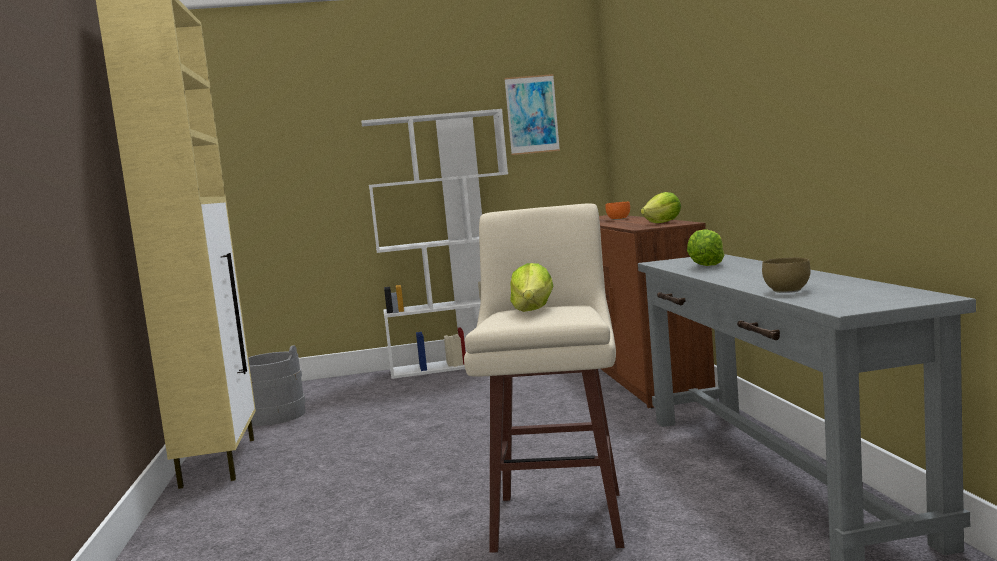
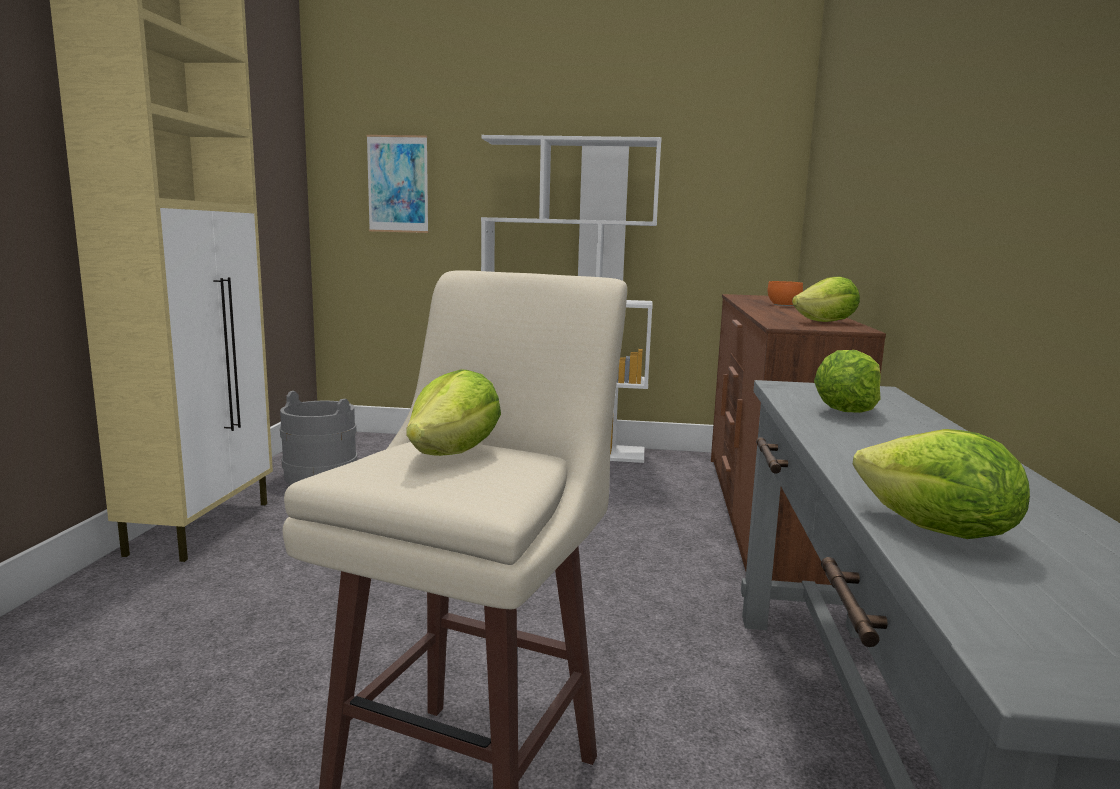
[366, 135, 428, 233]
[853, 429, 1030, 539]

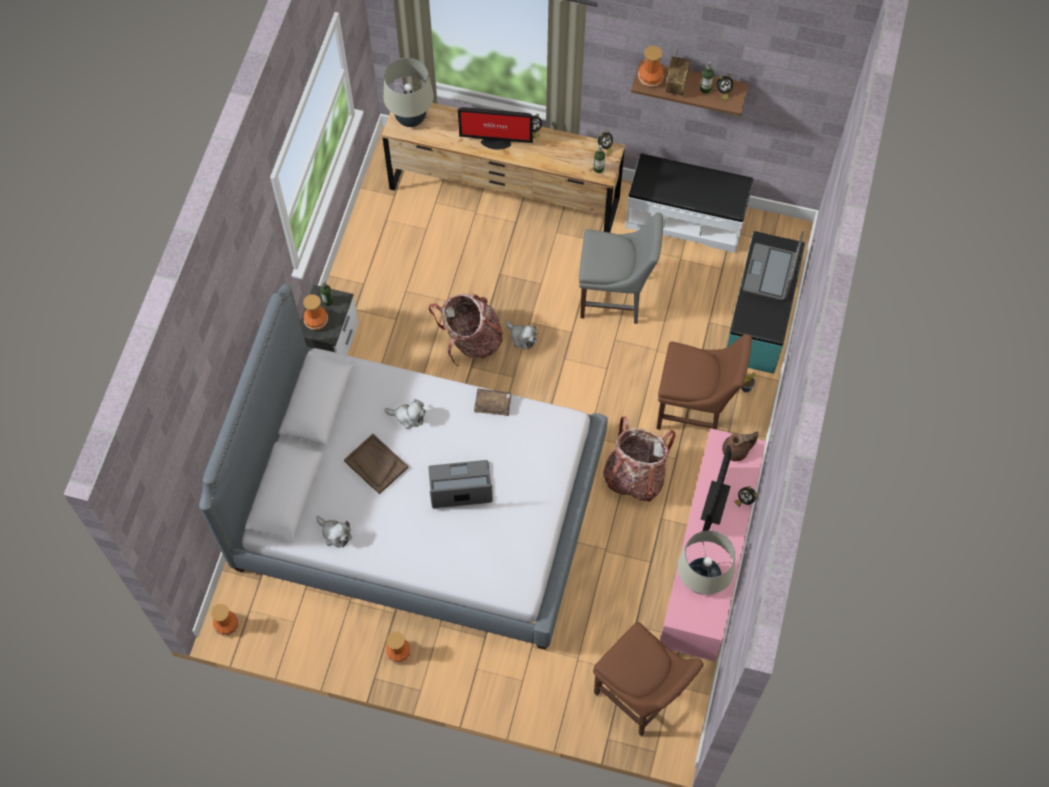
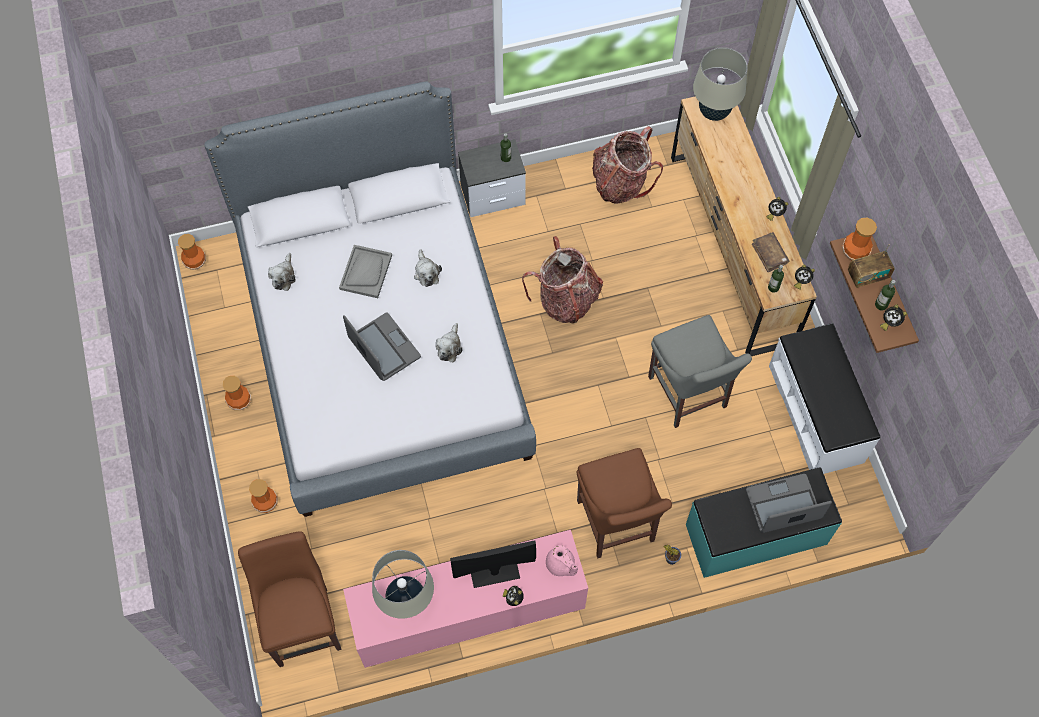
[458, 107, 533, 150] (first image)
[249, 479, 278, 513]
[435, 323, 463, 362]
[752, 233, 789, 272]
[592, 126, 663, 204]
[546, 545, 578, 576]
[339, 245, 392, 298]
[238, 531, 342, 667]

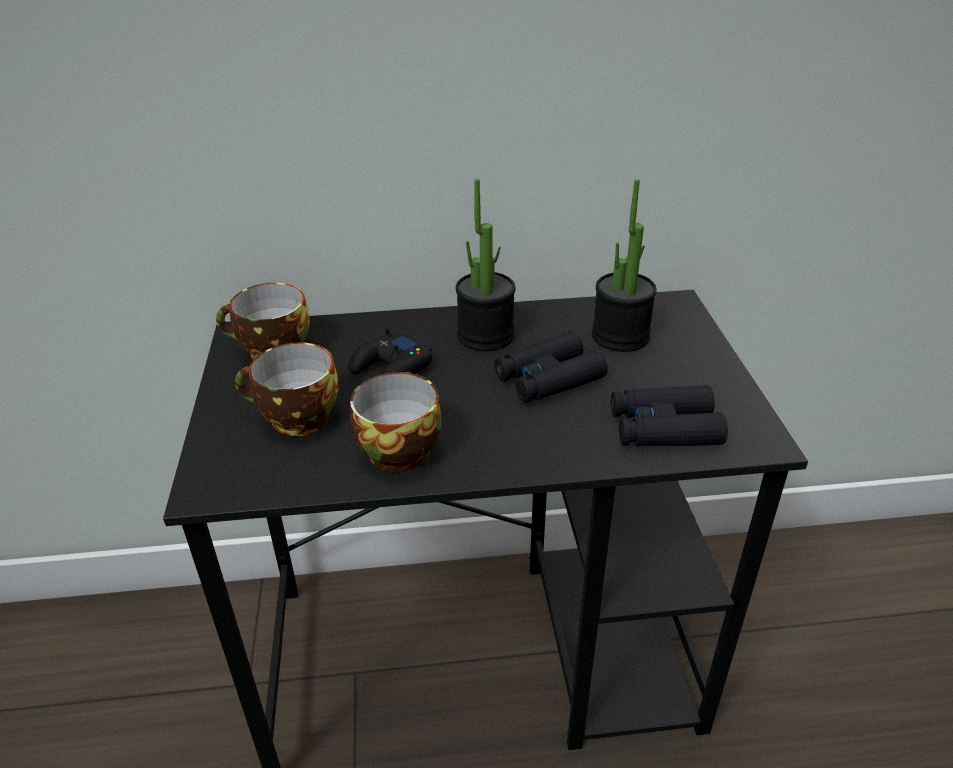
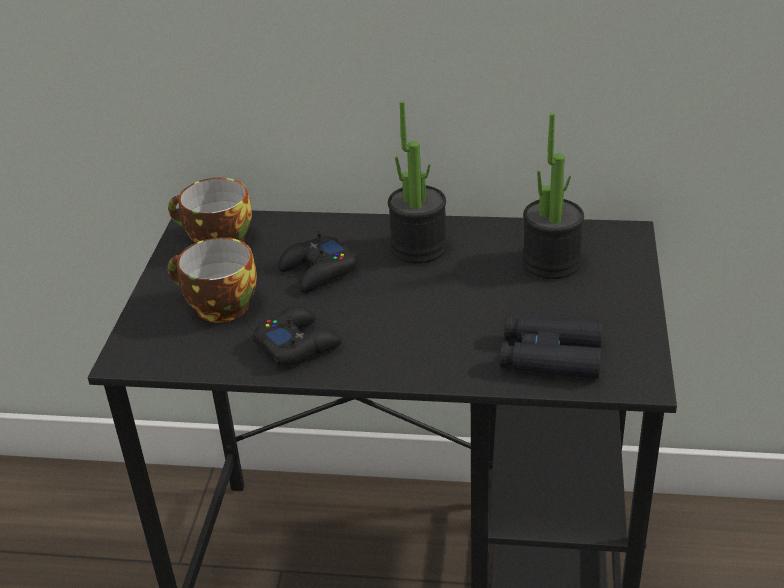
[494, 331, 607, 403] (first image)
[253, 306, 342, 366]

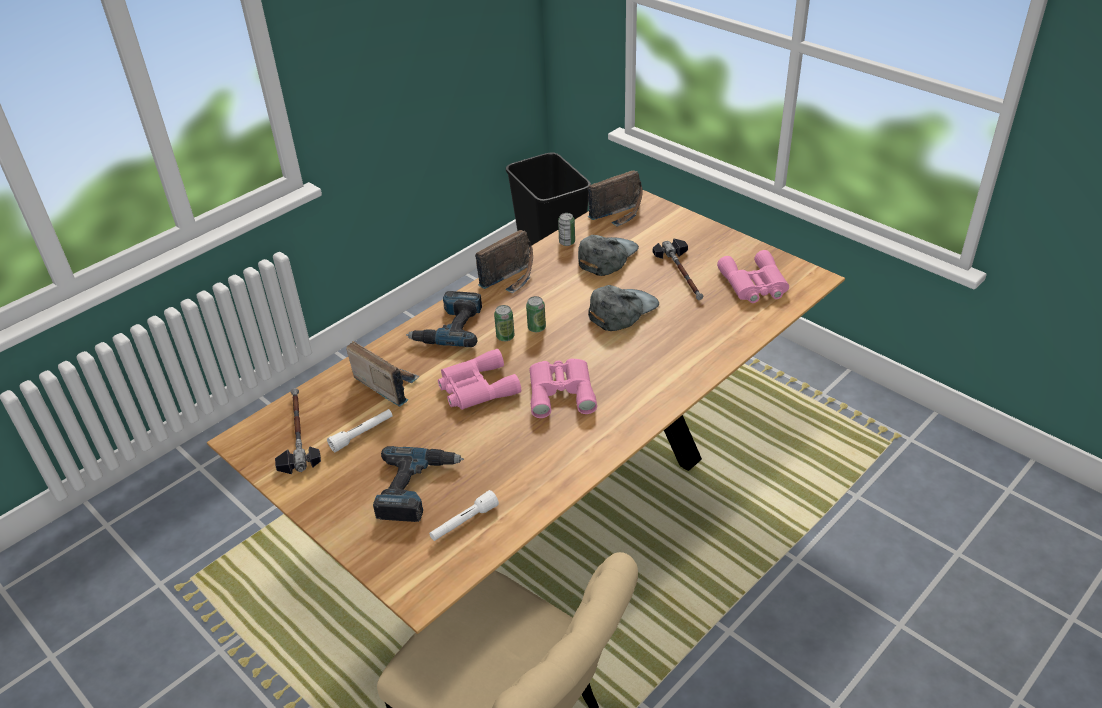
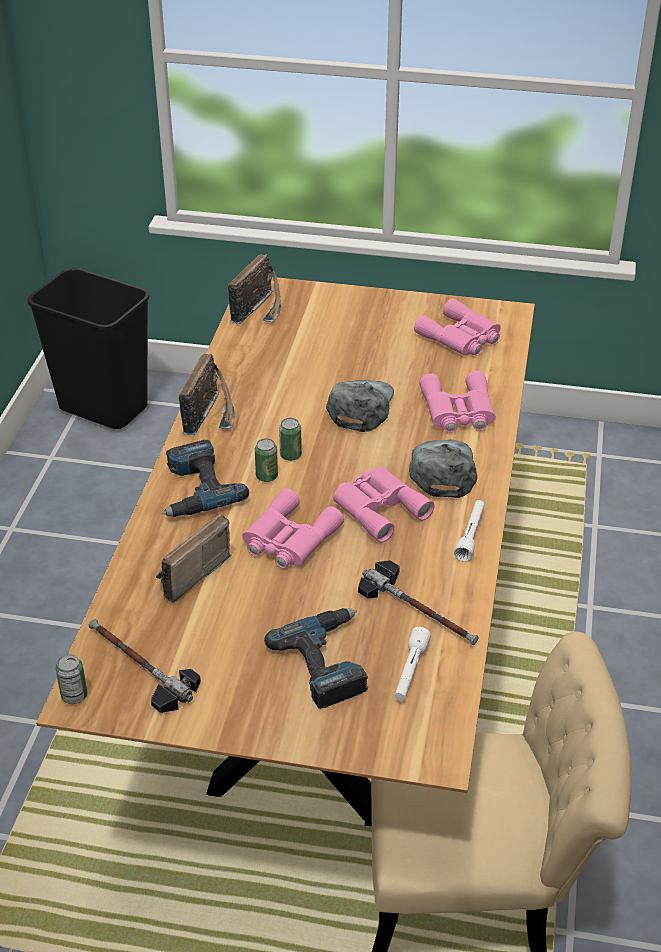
[56, 654, 87, 704]
[409, 440, 477, 498]
[358, 560, 479, 645]
[156, 514, 232, 603]
[454, 500, 485, 562]
[419, 371, 496, 433]

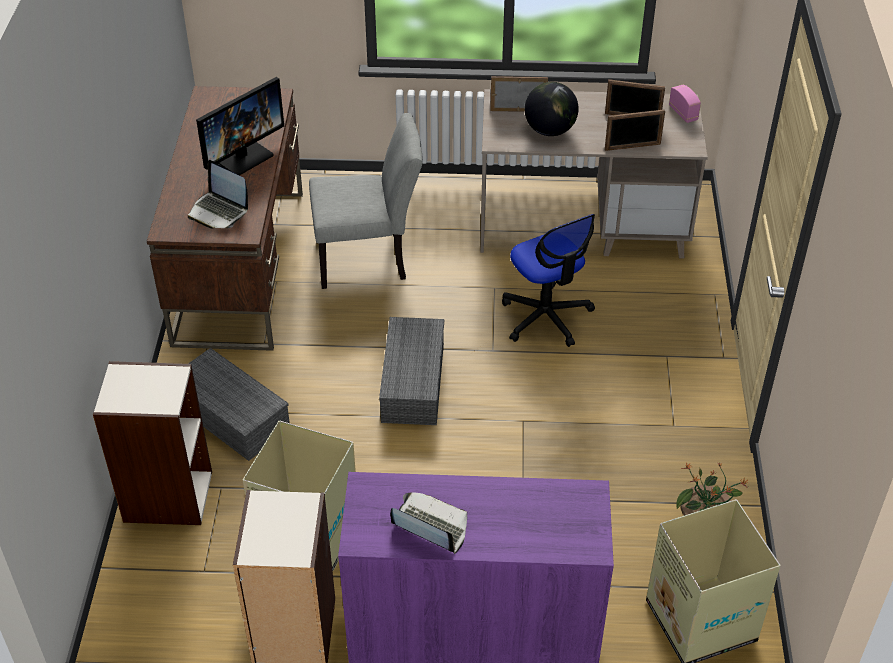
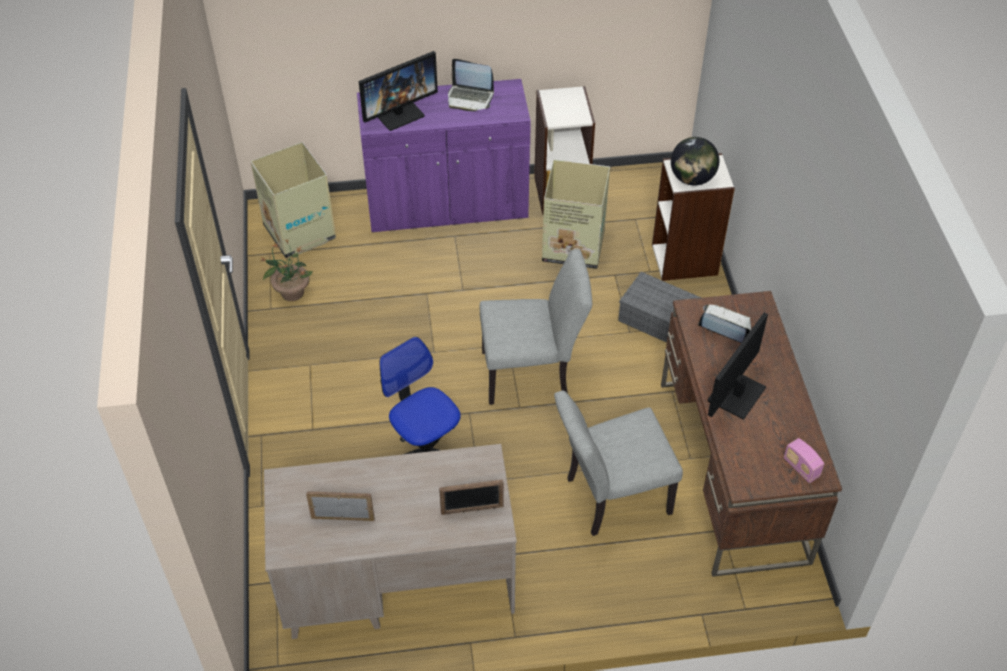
[671, 137, 719, 186]
[784, 438, 824, 483]
[605, 109, 665, 151] (first image)
[480, 249, 592, 405]
[359, 51, 438, 131]

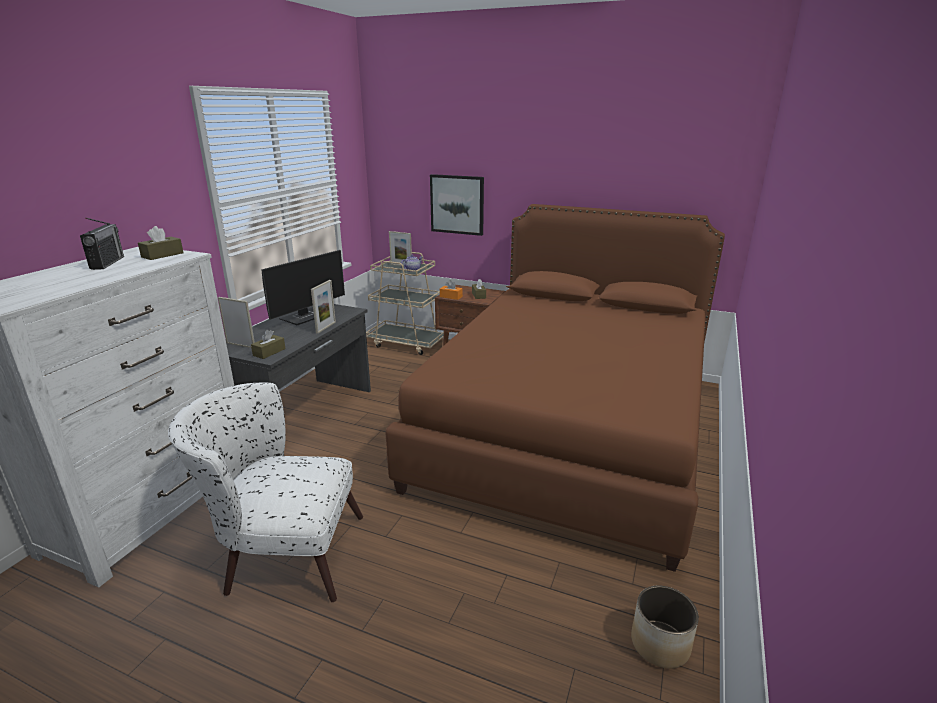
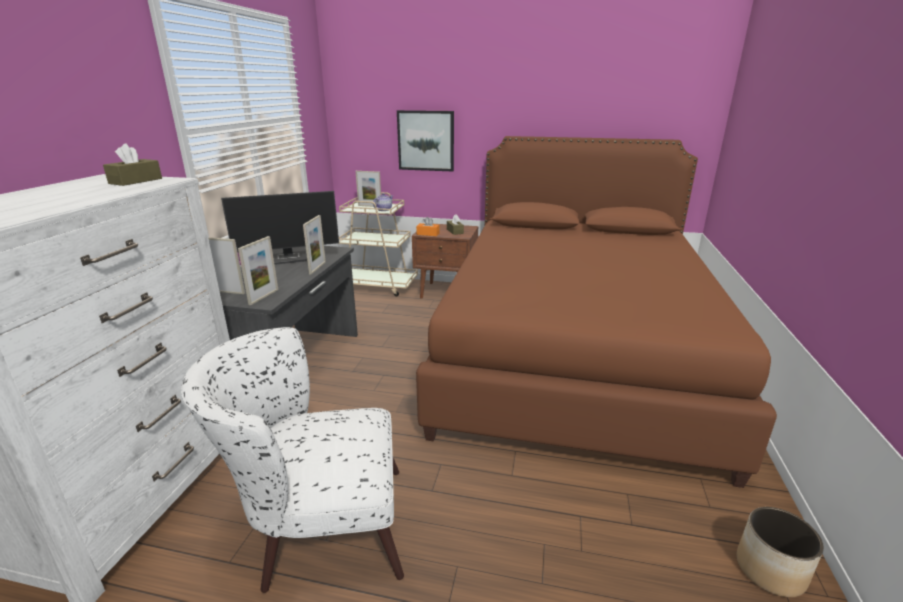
[80, 218, 124, 270] (first image)
[221, 191, 339, 265]
[238, 236, 278, 305]

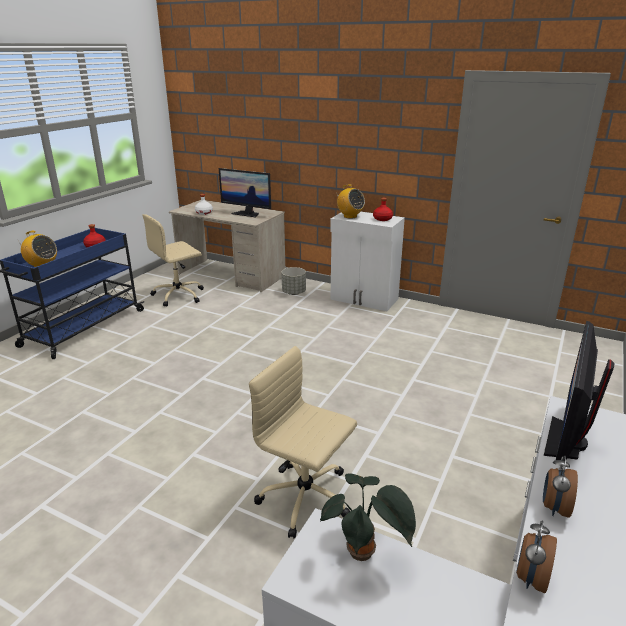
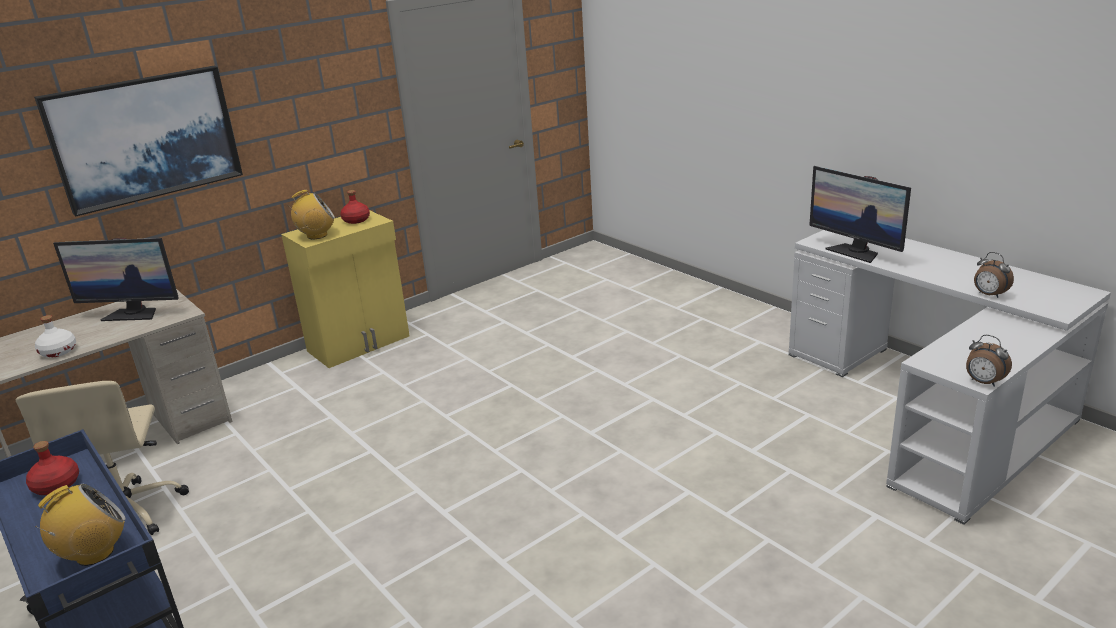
[53, 238, 179, 321]
[281, 210, 410, 368]
[282, 267, 306, 295] (first image)
[249, 346, 357, 538] (first image)
[966, 335, 1012, 387]
[320, 473, 416, 561] (first image)
[34, 66, 243, 217]

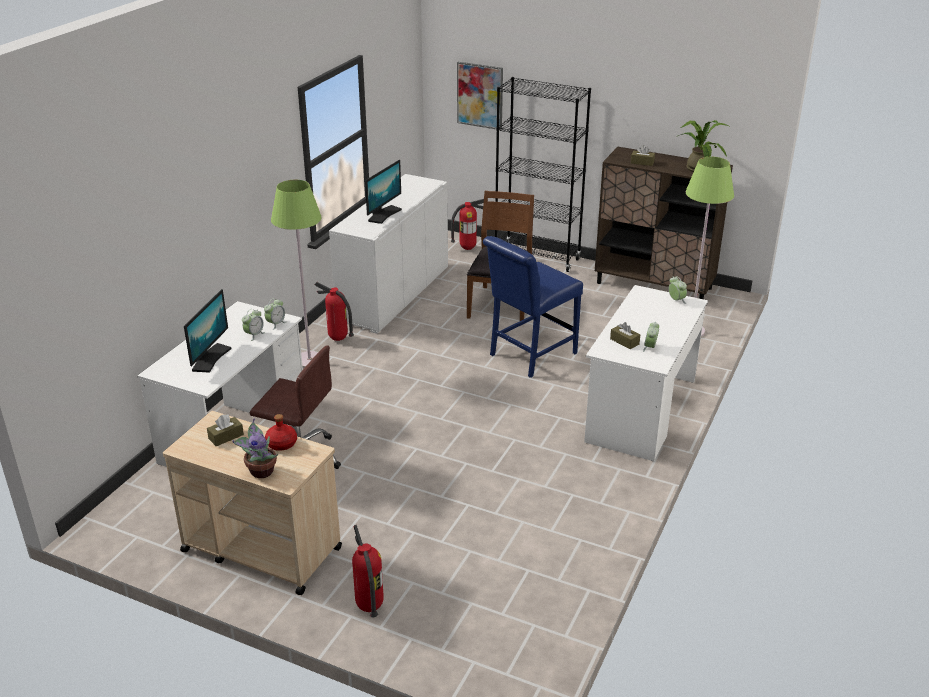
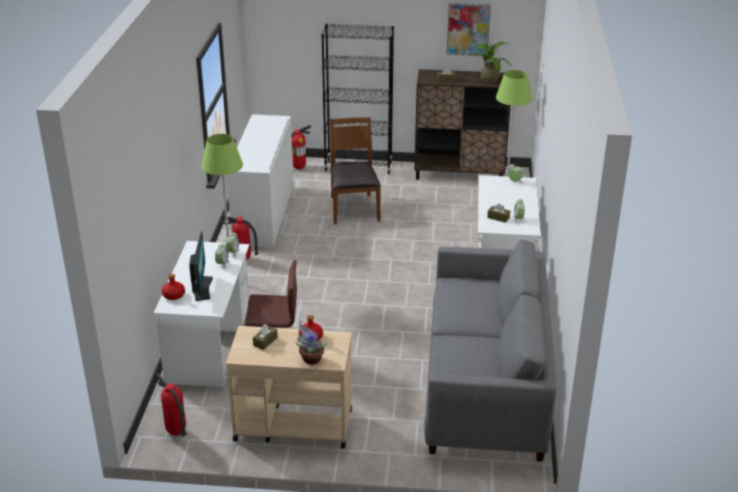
[446, 3, 491, 56]
[365, 160, 402, 224] (first image)
[483, 236, 583, 378] (first image)
[156, 373, 187, 436]
[424, 240, 557, 462]
[162, 274, 185, 300]

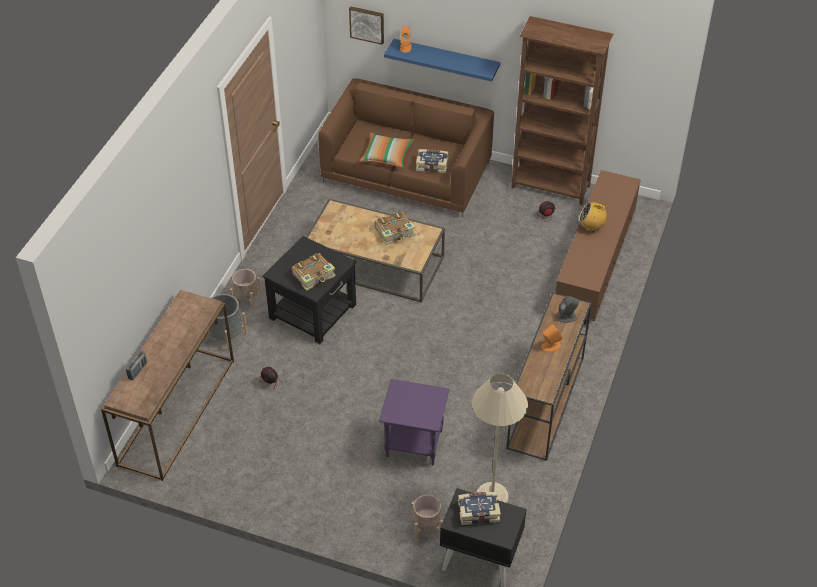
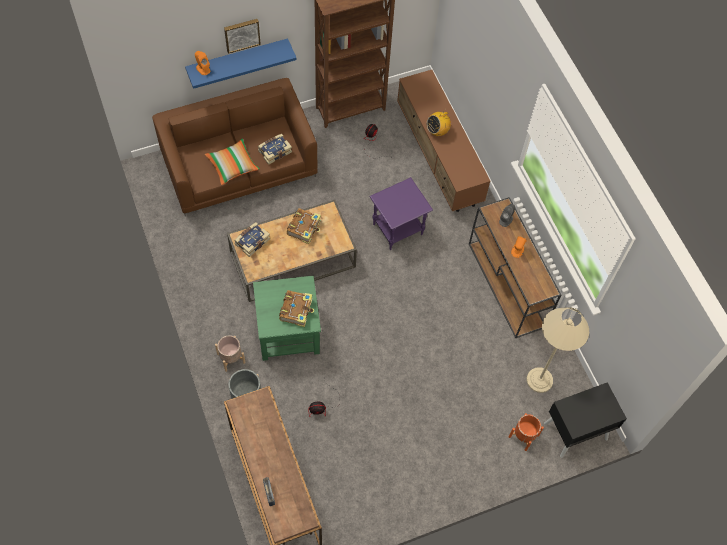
[224, 19, 261, 54]
[253, 276, 321, 361]
[370, 177, 433, 250]
[234, 222, 270, 257]
[509, 413, 544, 451]

